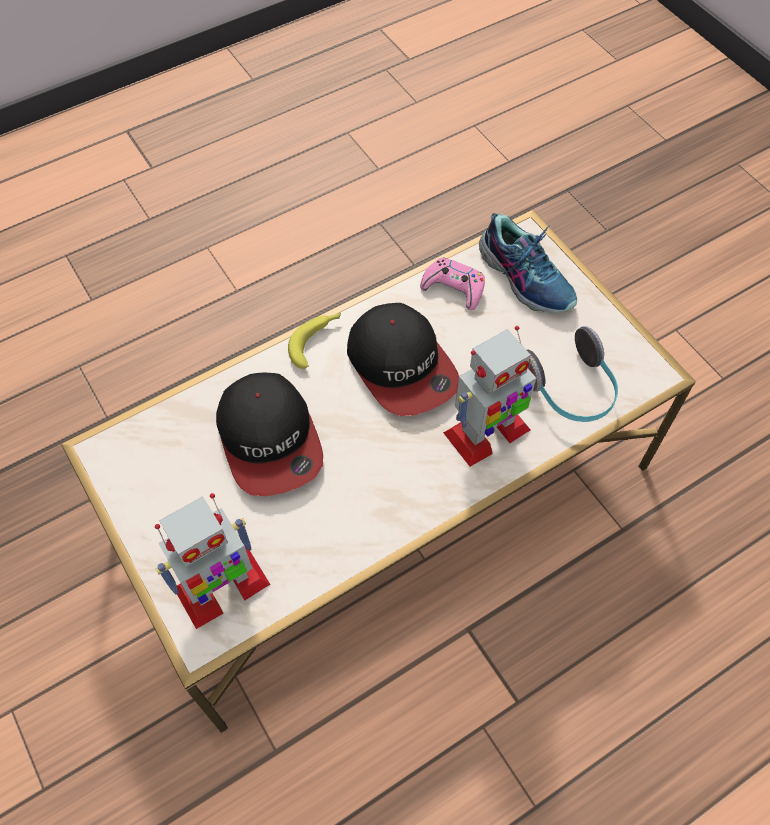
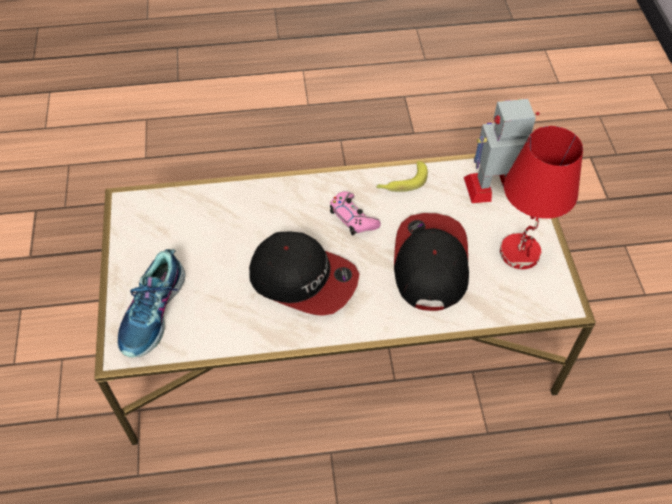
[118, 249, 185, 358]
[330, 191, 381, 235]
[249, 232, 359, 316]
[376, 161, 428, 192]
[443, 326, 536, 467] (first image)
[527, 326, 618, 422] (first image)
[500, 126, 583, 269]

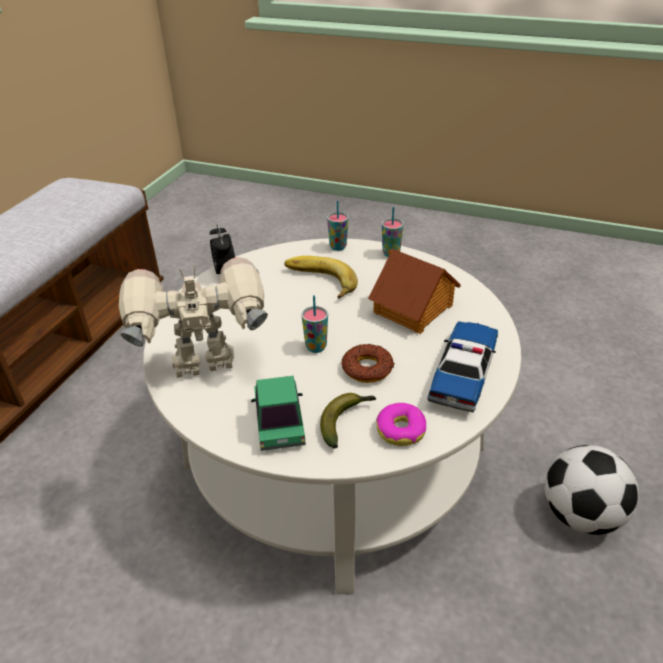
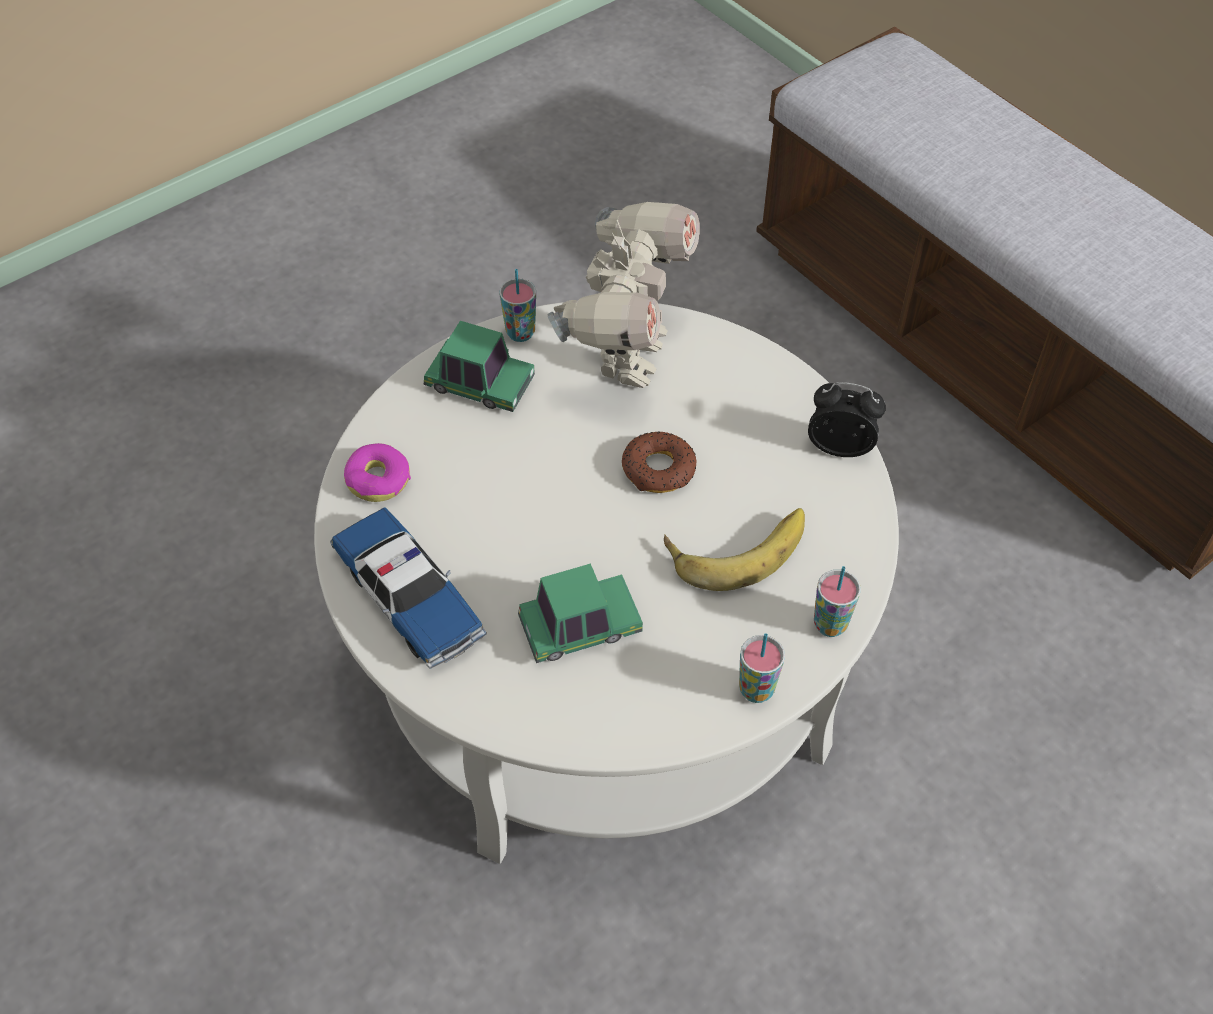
[518, 563, 643, 663]
[499, 269, 536, 342]
[622, 432, 696, 493]
[320, 393, 376, 448] (first image)
[544, 445, 639, 535] (first image)

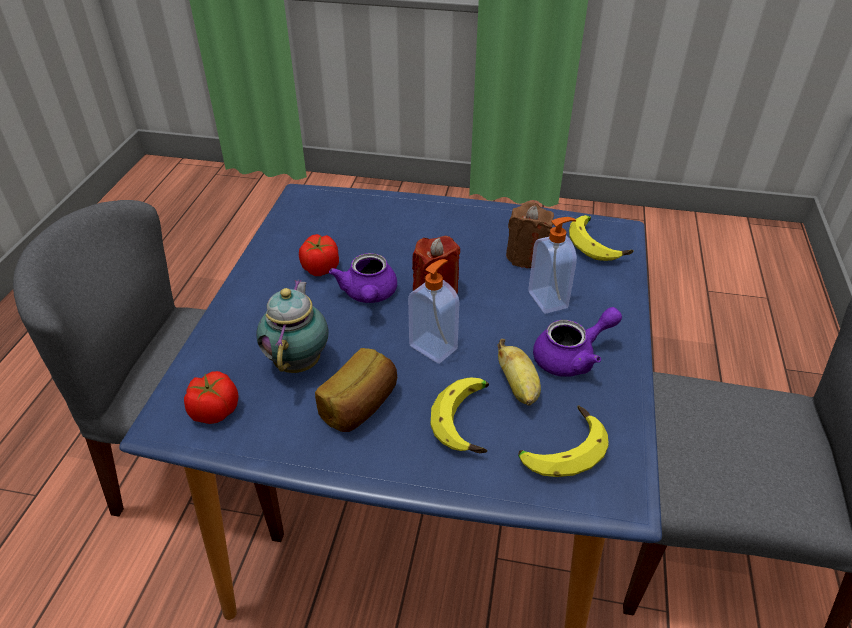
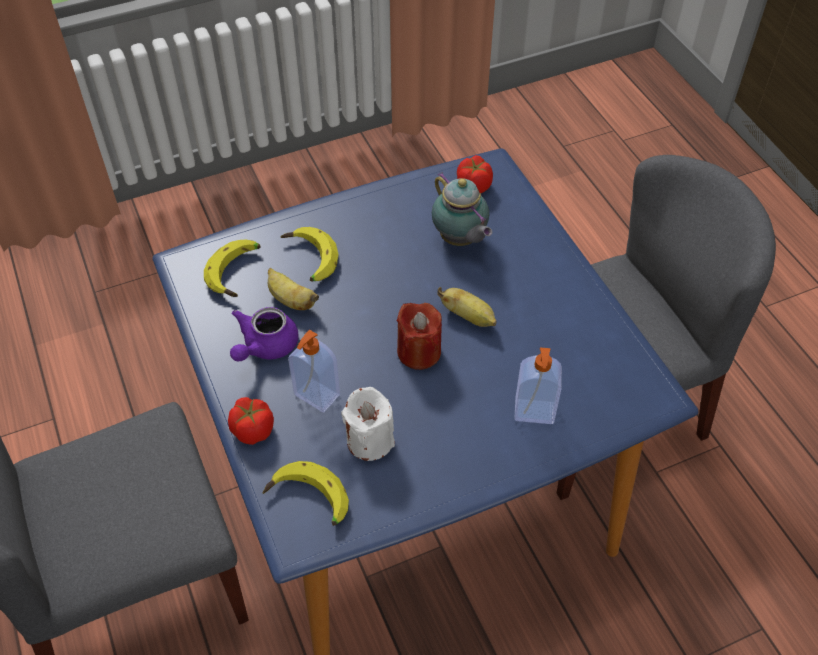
[341, 387, 395, 461]
[228, 397, 274, 445]
[437, 287, 496, 327]
[514, 347, 562, 424]
[315, 348, 397, 432] (first image)

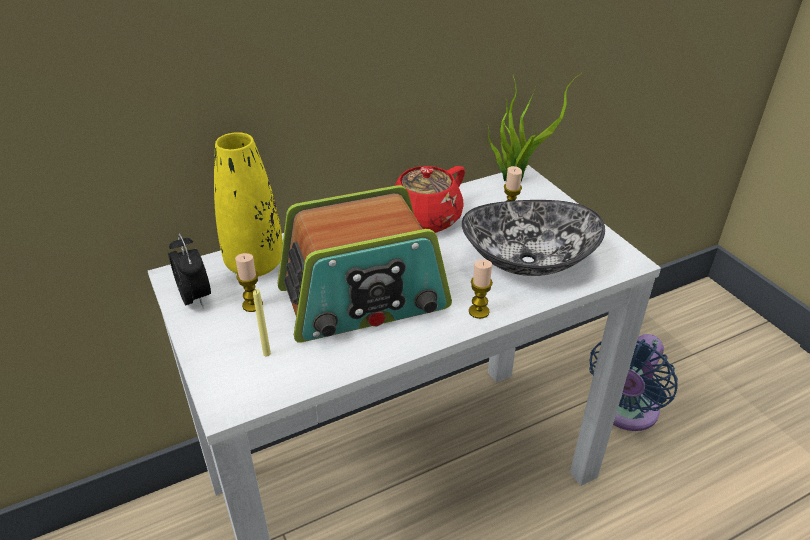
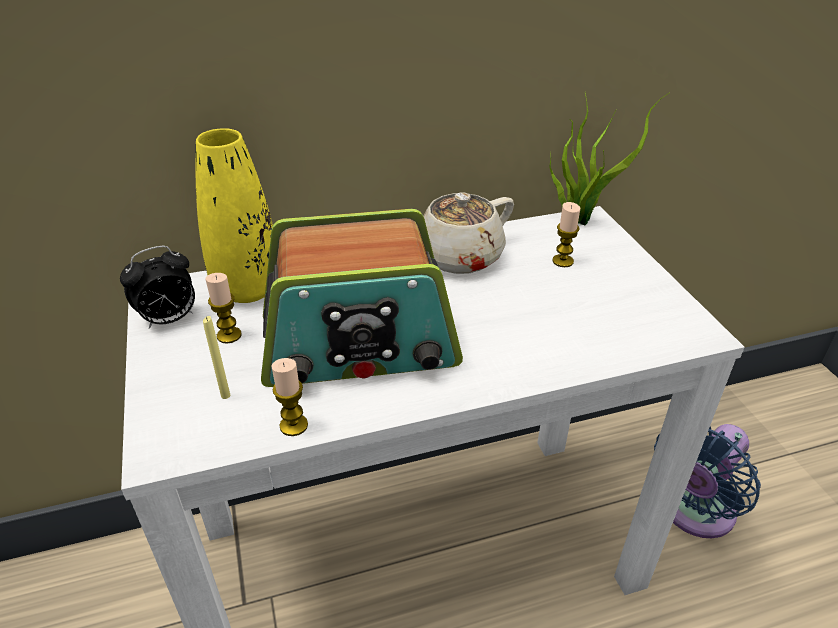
[423, 193, 514, 274]
[462, 200, 605, 276] (first image)
[120, 246, 195, 329]
[271, 358, 308, 436]

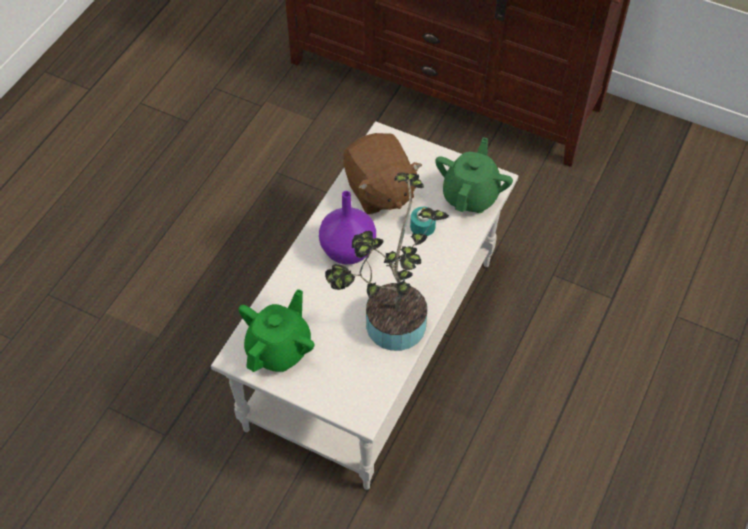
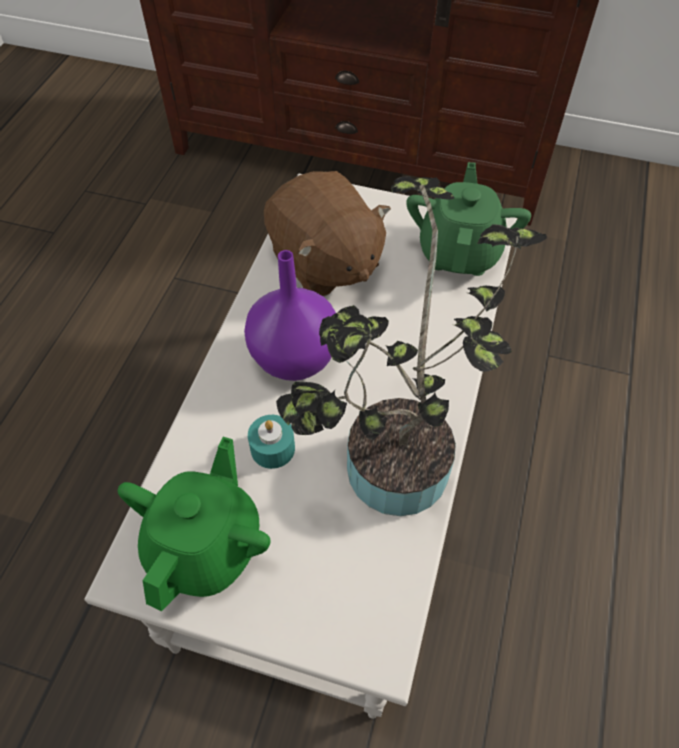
[248, 415, 295, 469]

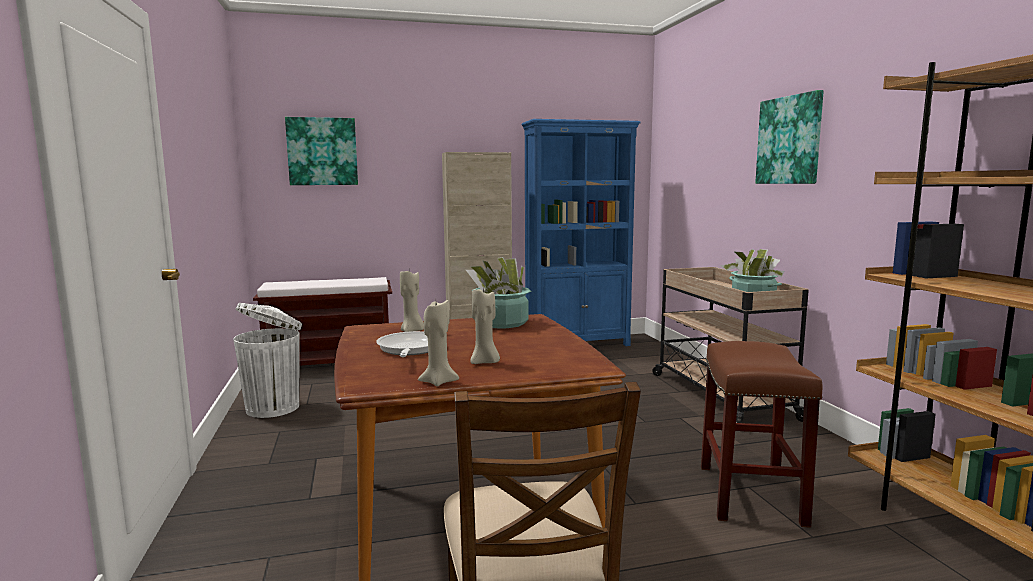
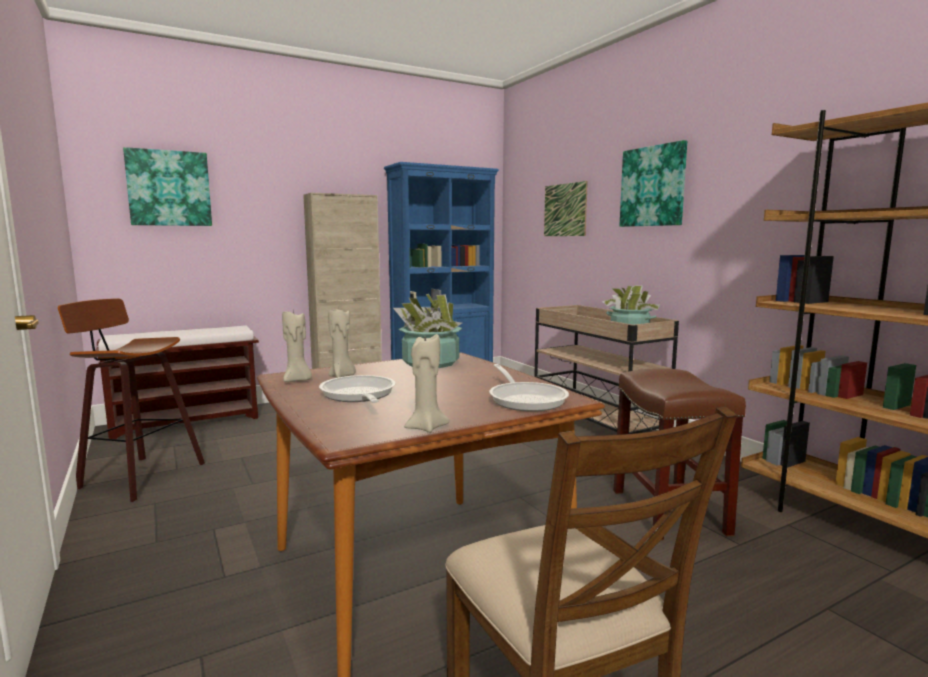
[282, 309, 312, 382]
[58, 298, 205, 502]
[544, 181, 588, 236]
[489, 364, 569, 412]

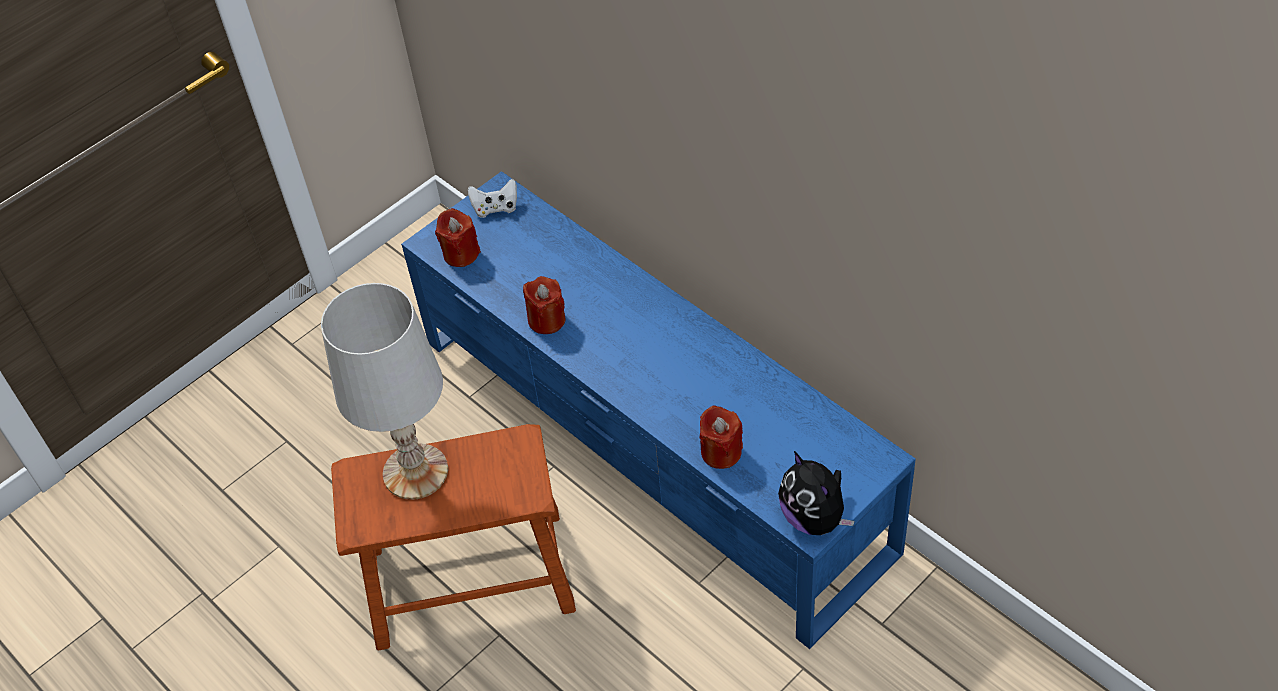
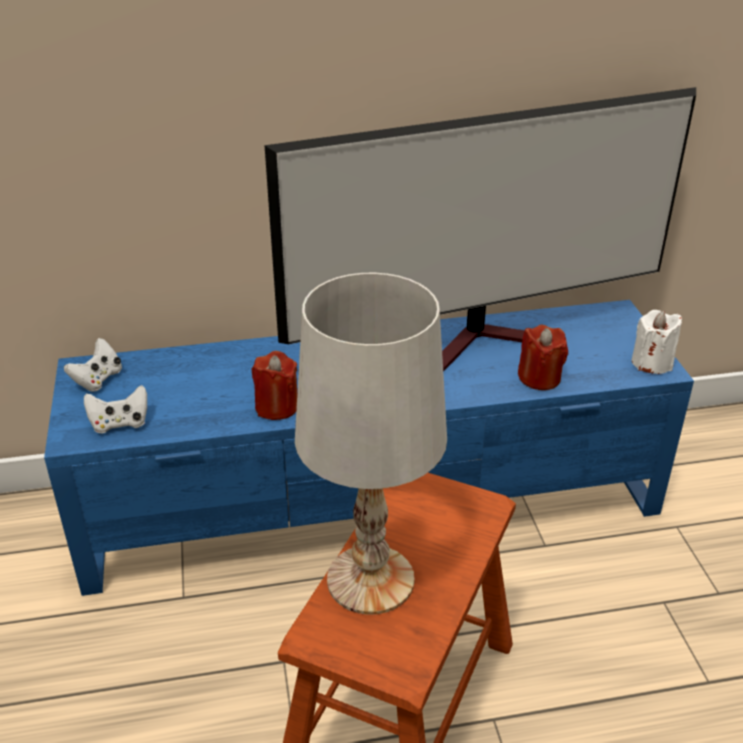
[84, 385, 147, 434]
[632, 310, 682, 374]
[265, 87, 696, 372]

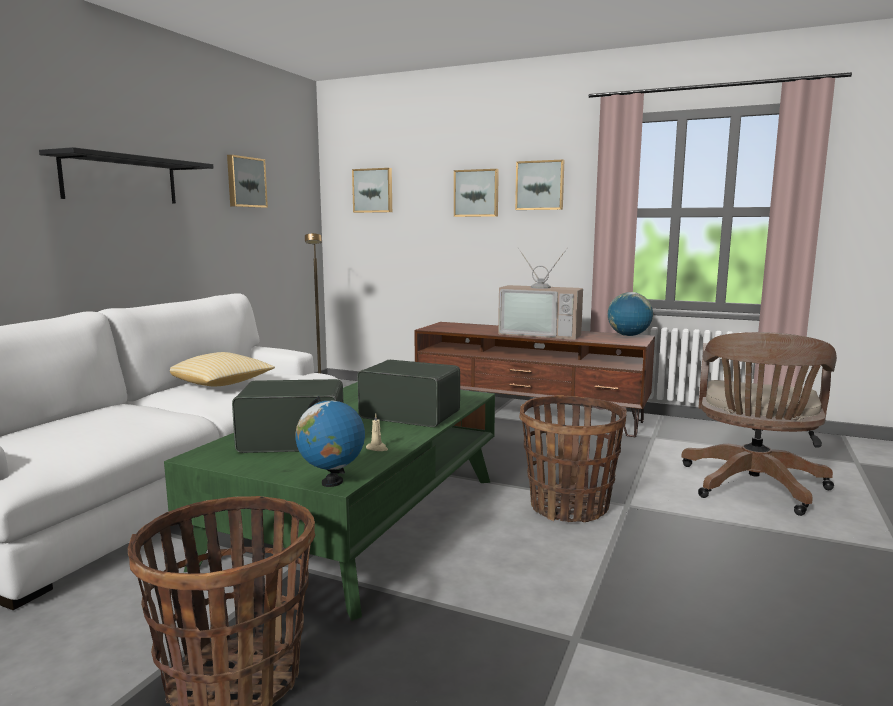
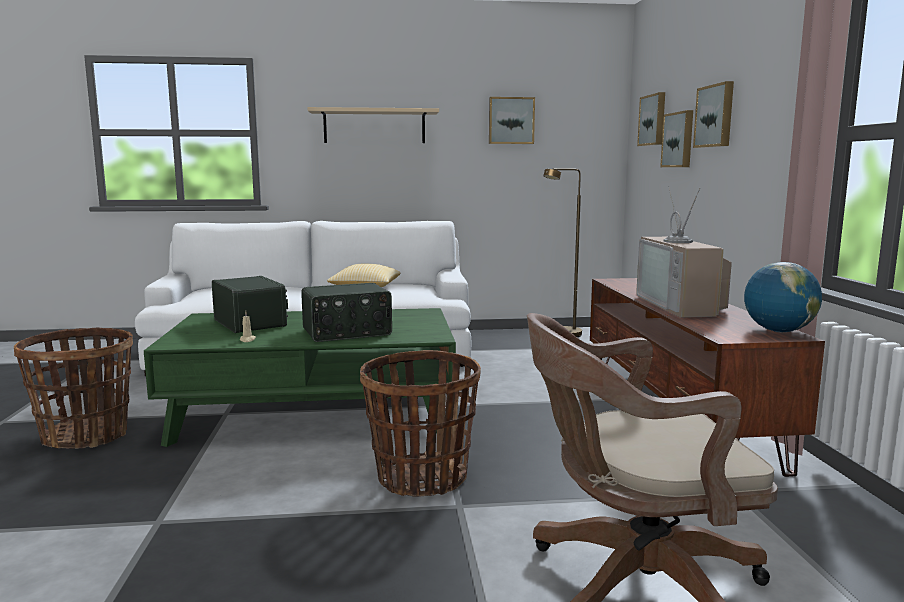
[308, 107, 439, 143]
[660, 110, 693, 167]
[301, 283, 392, 342]
[295, 396, 365, 487] (first image)

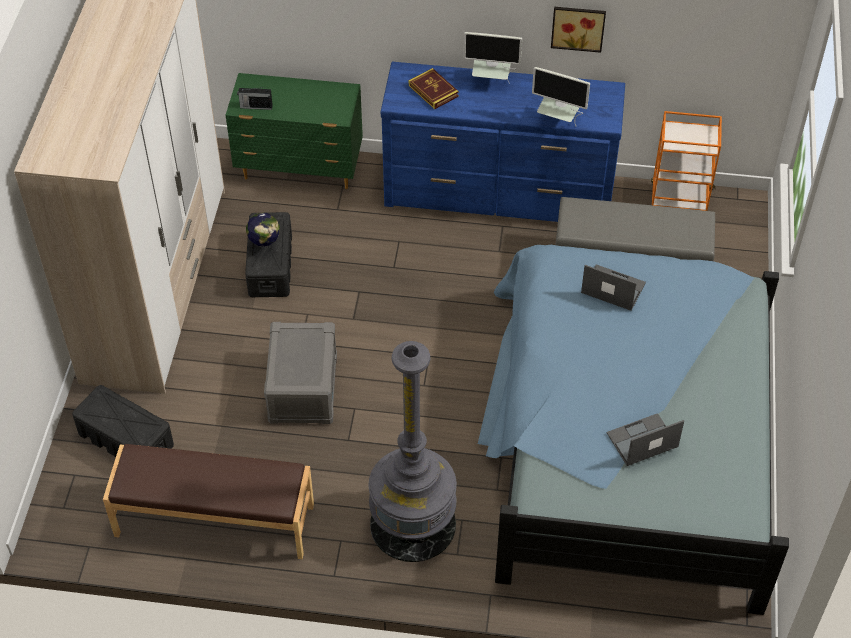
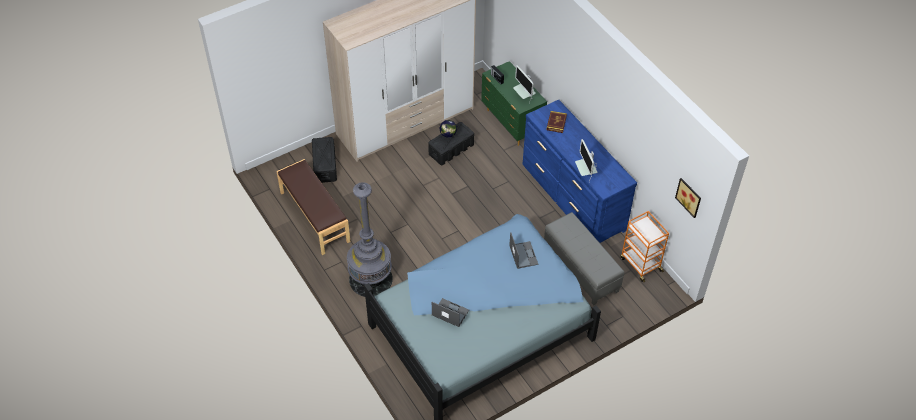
[675, 178, 701, 218]
[513, 66, 536, 100]
[264, 322, 337, 424] (first image)

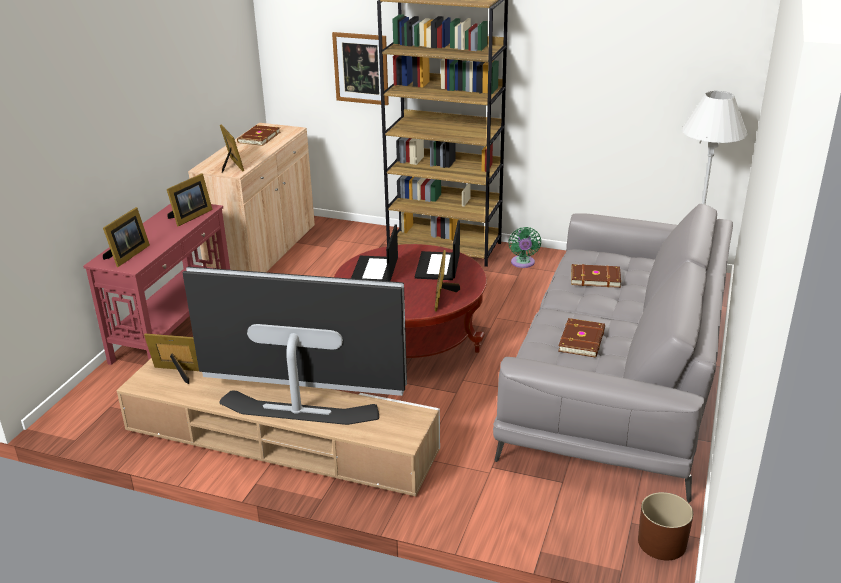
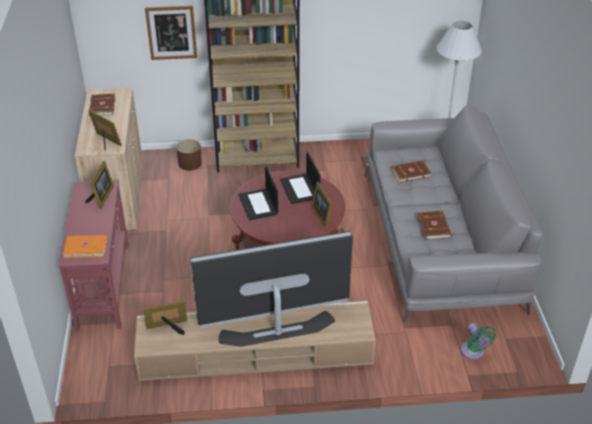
[62, 235, 108, 258]
[460, 323, 496, 359]
[176, 139, 202, 171]

